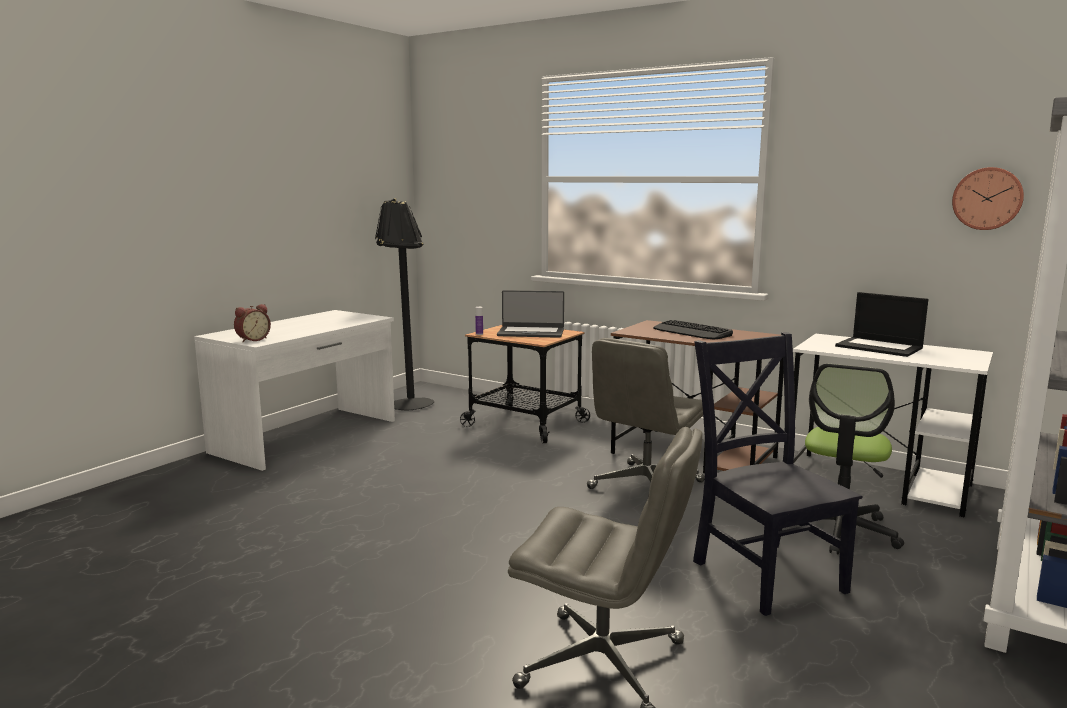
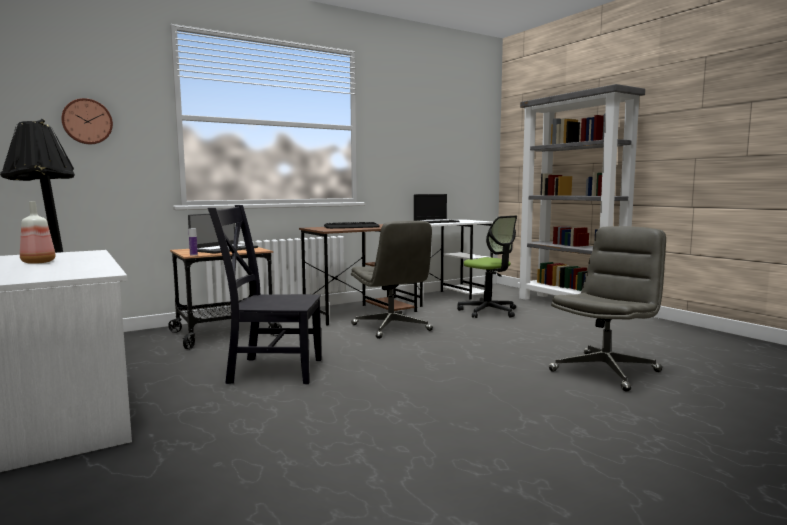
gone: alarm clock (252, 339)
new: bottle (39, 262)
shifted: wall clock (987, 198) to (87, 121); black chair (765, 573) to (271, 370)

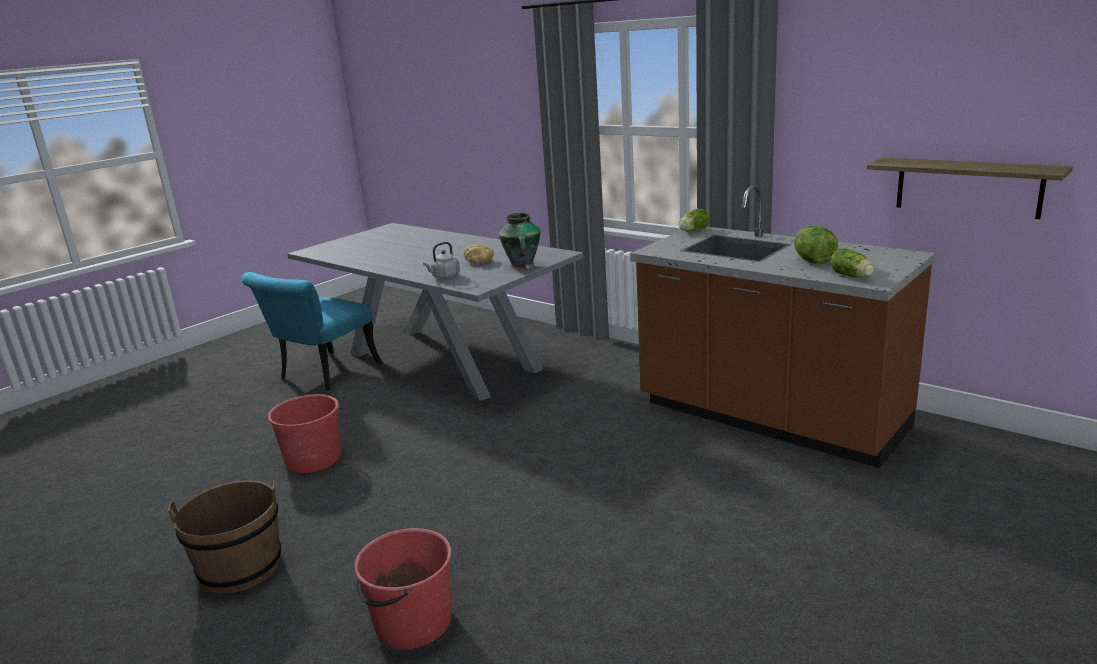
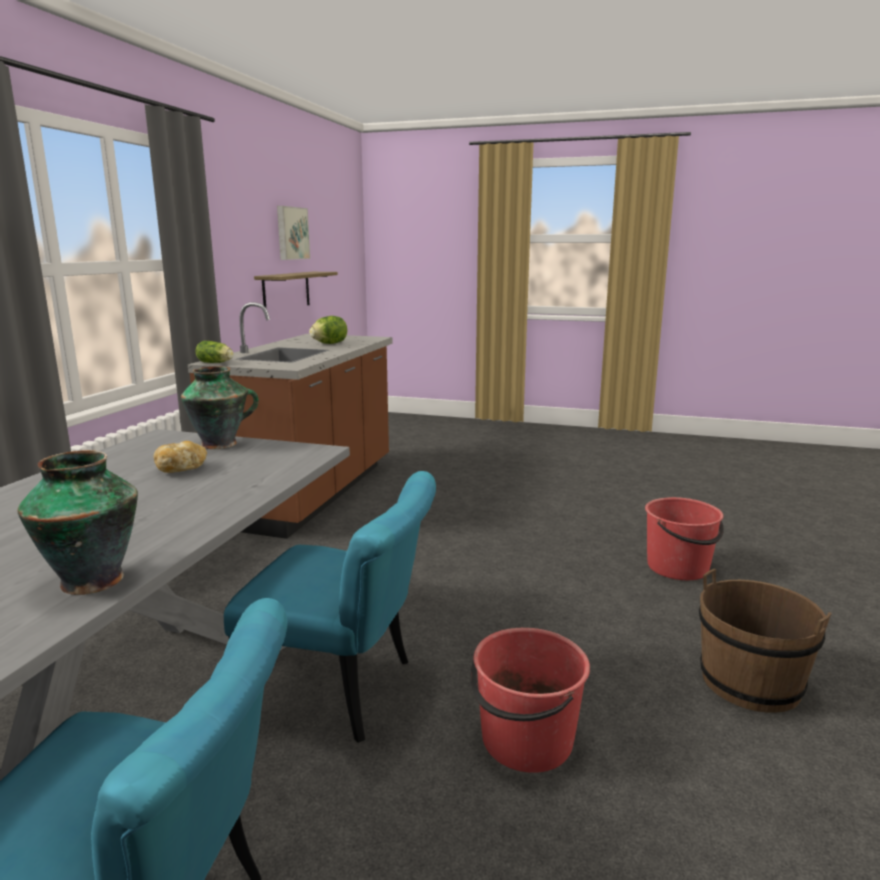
gone: grey kettle (444, 277); lettuce (852, 276)
new: vase (92, 579); turquoise chair (344, 690); picture (291, 233)

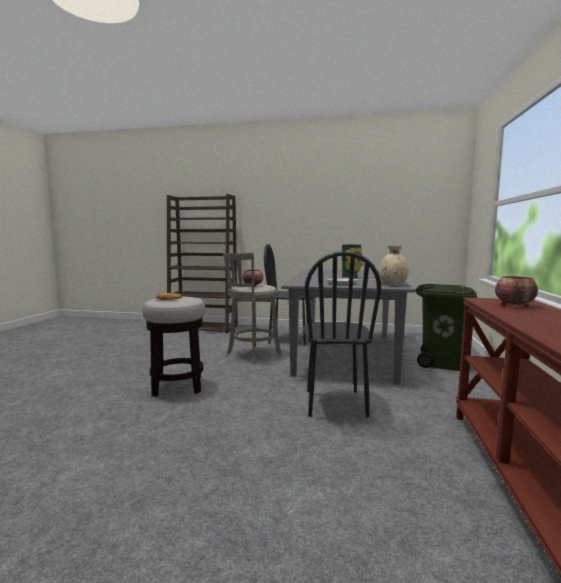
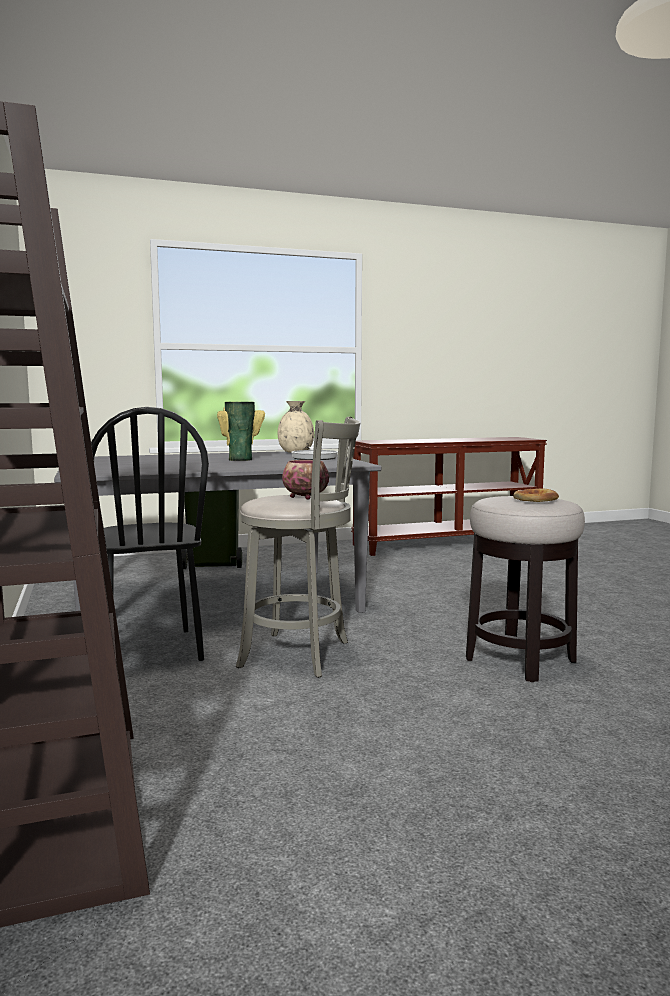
gone: black chair (335, 403); bowl (515, 305)

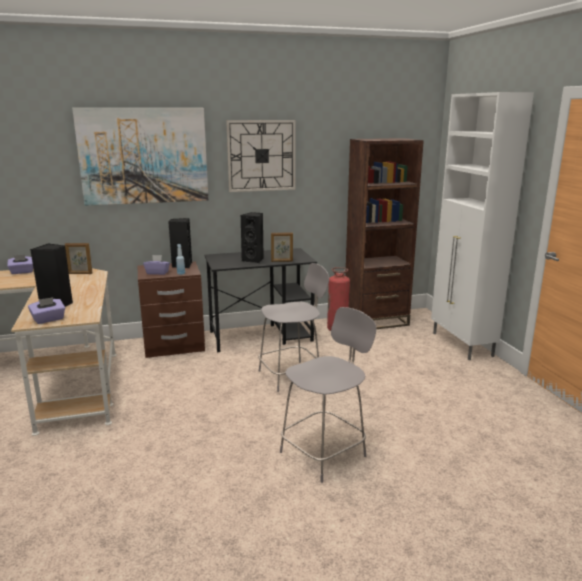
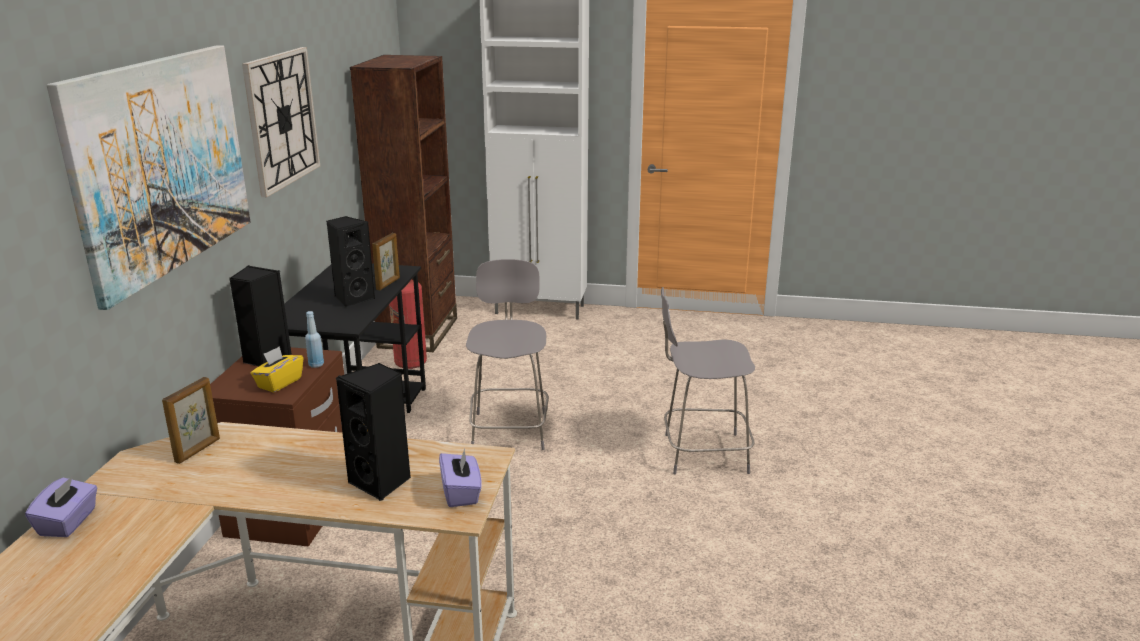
repainted: purple tissue box (157, 273) to yellow tissue box (279, 383)
rotated: grey chair (325, 453) = (702, 453) 75 degrees counterclockwise

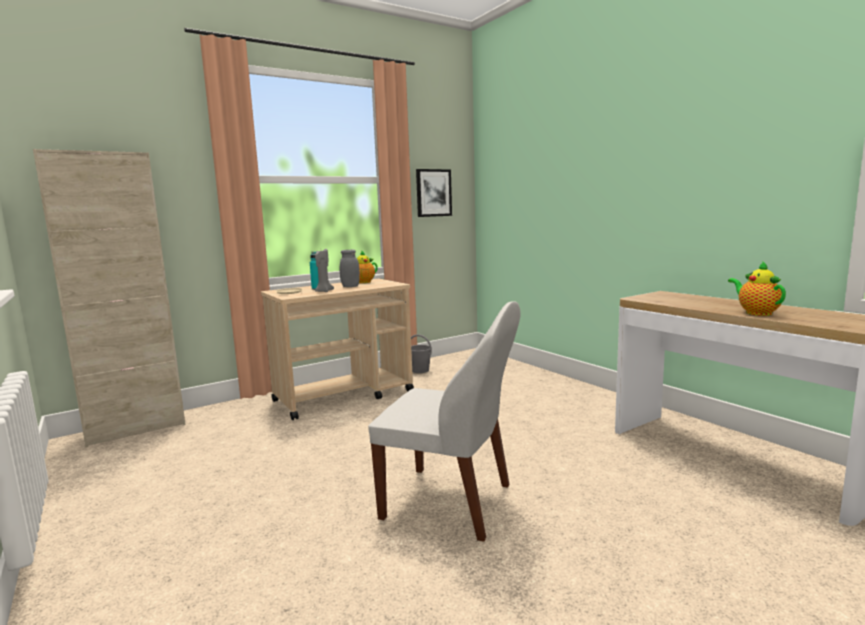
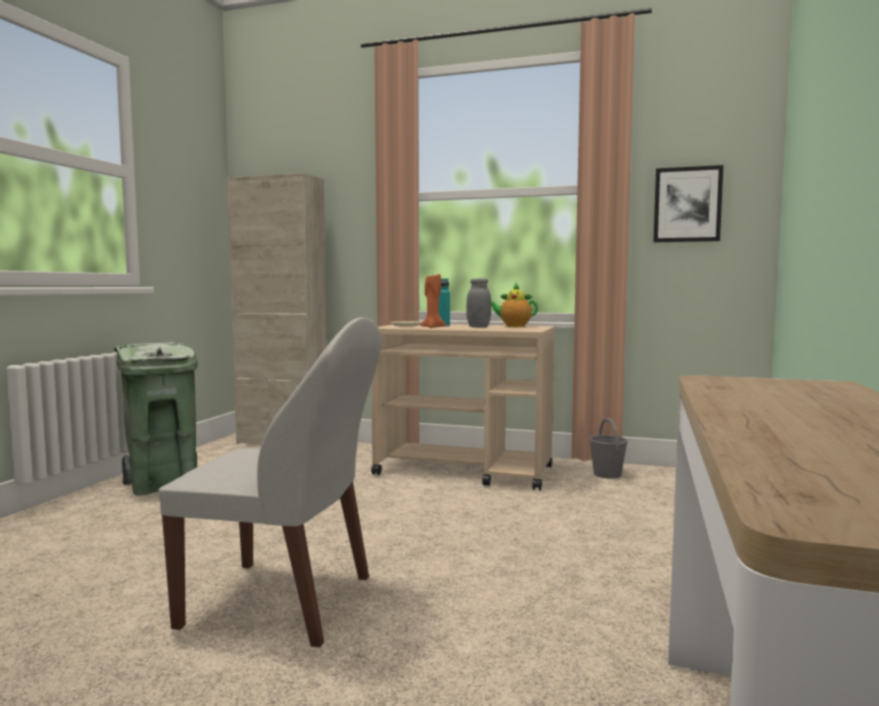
gone: teapot (756, 313)
new: green trash can (163, 484)
repainted: grey candle (323, 291) to orange candle (433, 327)
rotated: white chair (451, 503) = (283, 603) 60 degrees counterclockwise

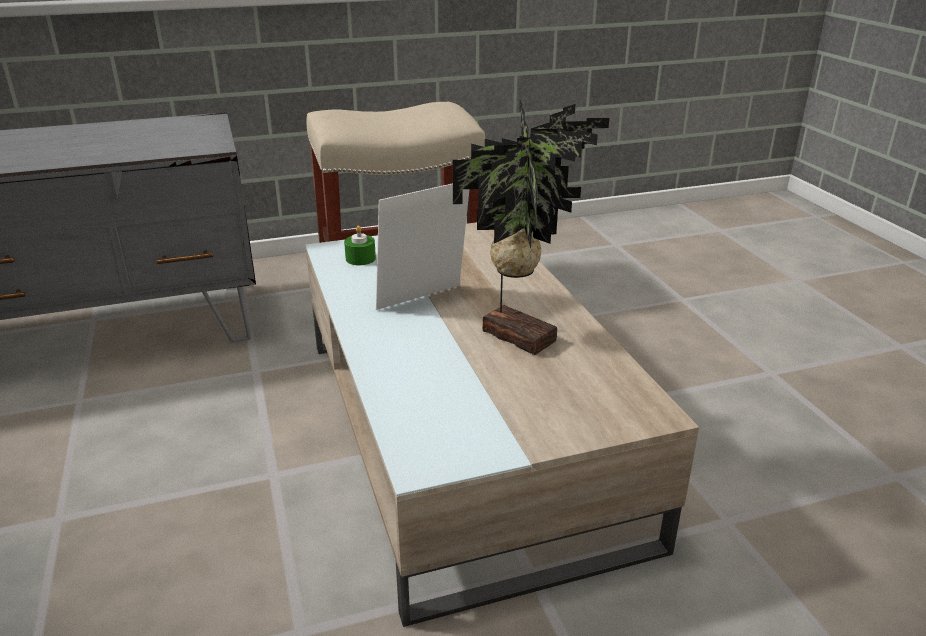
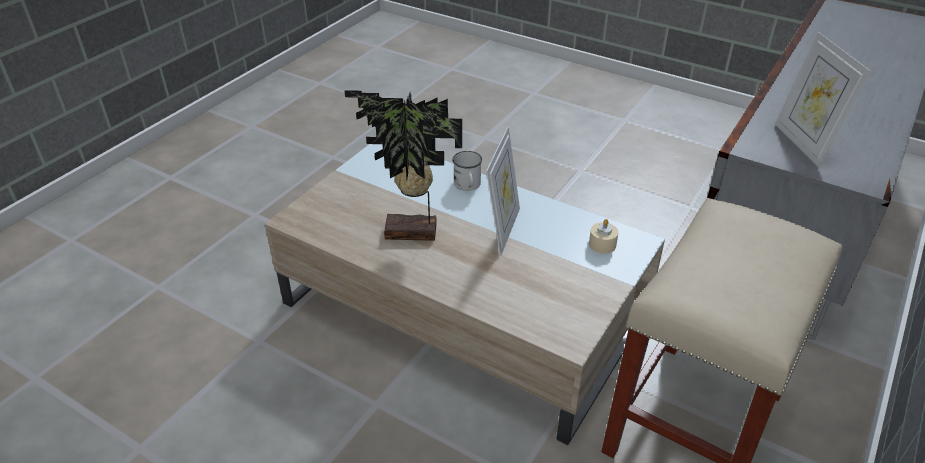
new: white mug (468, 186); picture frame (803, 144)
repainted: green candle (360, 258) to beige candle (602, 244)

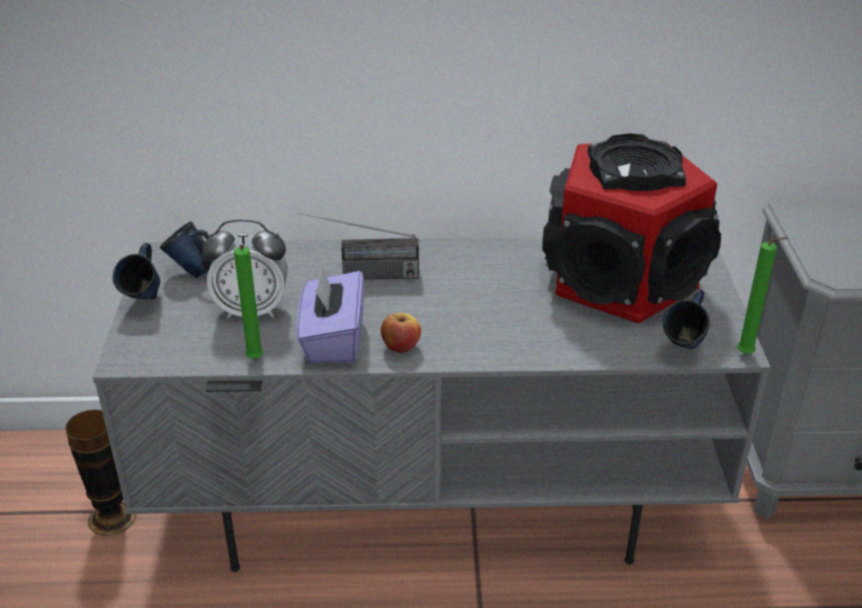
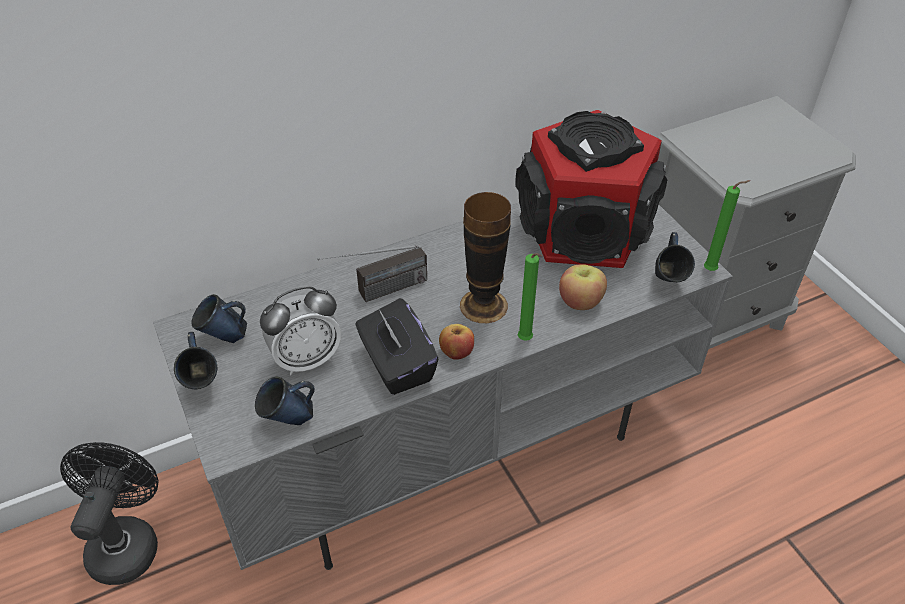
new: black fan (126, 541); blue mug (290, 421); apple (580, 301)
shifted: vase (112, 517) to (483, 305); green candle (255, 361) to (526, 341)
repainted: purple tissue box (333, 340) to black tissue box (397, 365)

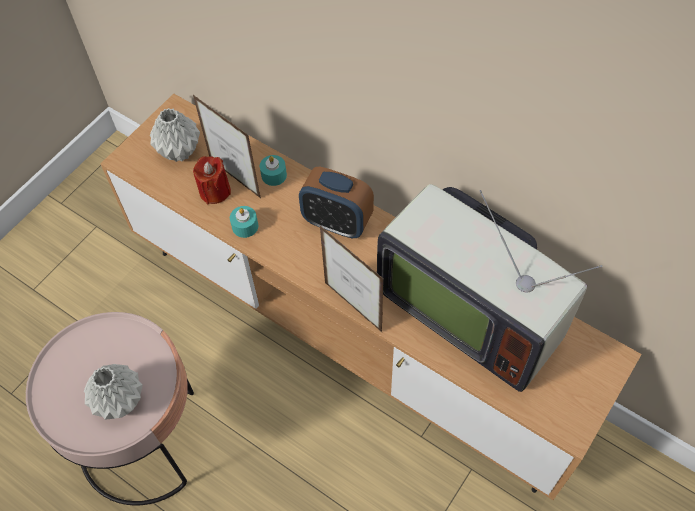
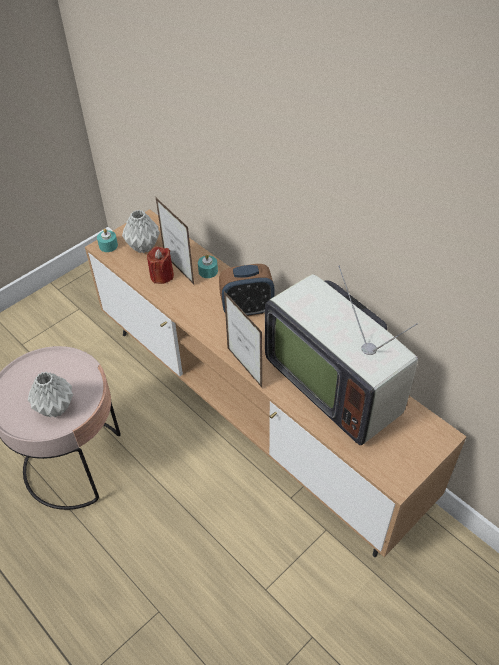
shifted: turquoise candle (245, 226) to (108, 245)
rotated: alarm clock (337, 222) = (247, 309) 45 degrees counterclockwise

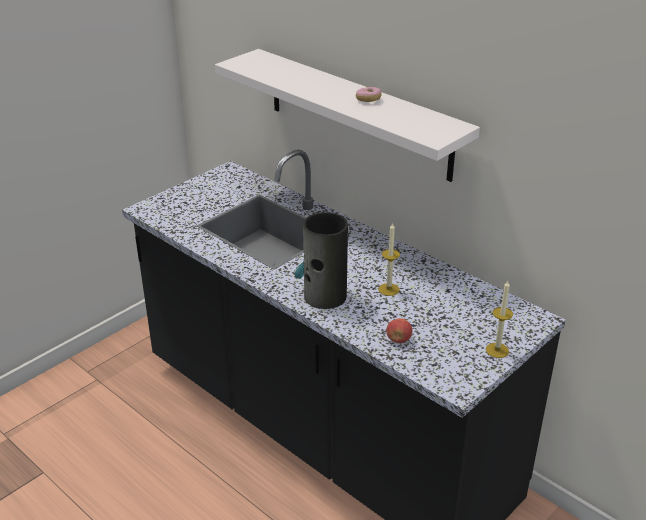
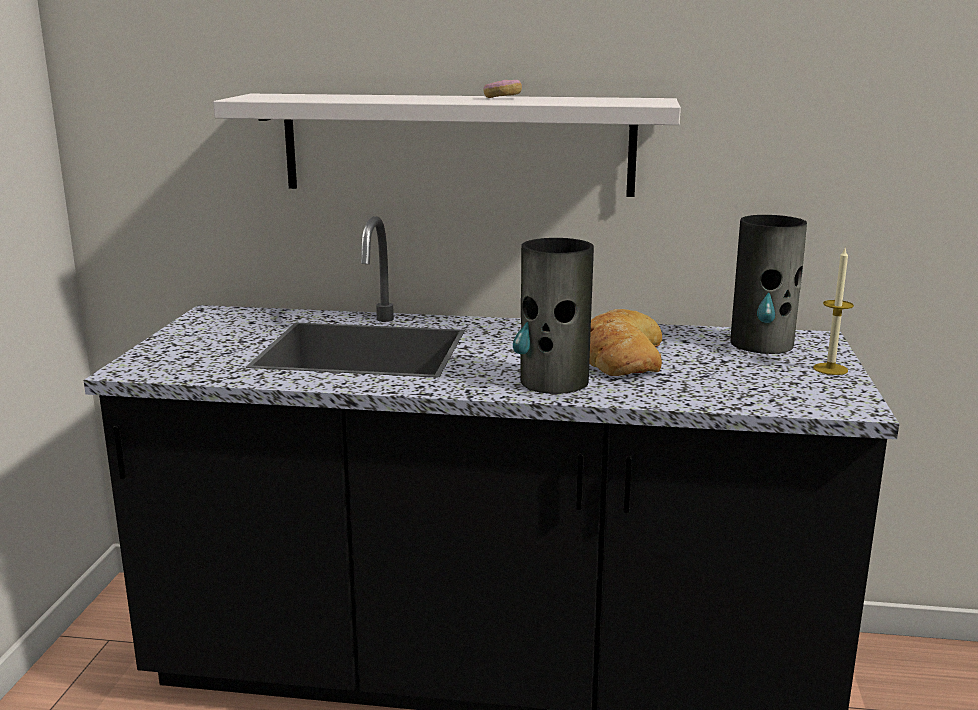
gone: apple (398, 339)
new: vase (762, 344)
swapped: candle (389, 289) to bread (619, 356)

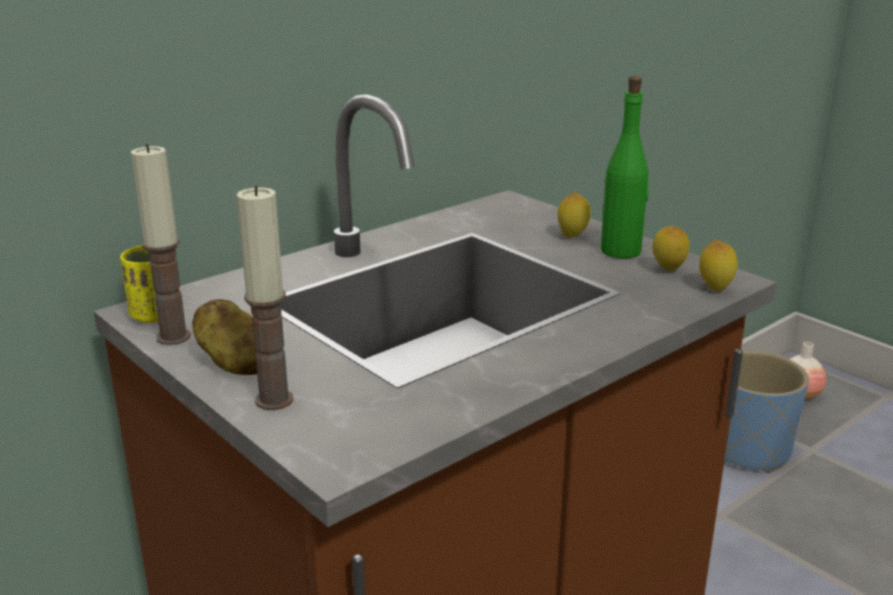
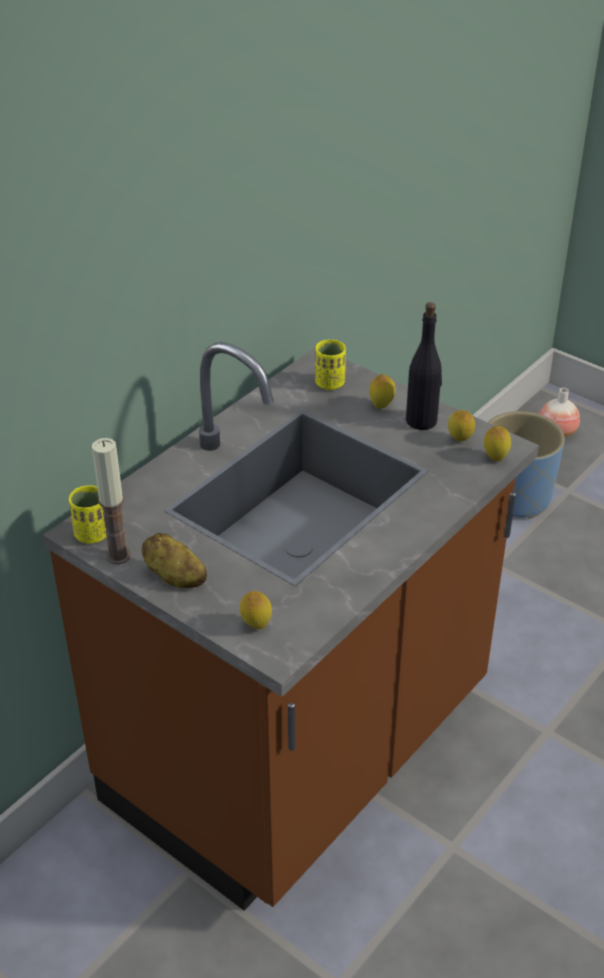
gone: candle (274, 400)
new: lemon (256, 625); yellow cup (330, 383)
repainted: green bottle (621, 251) to black bottle (422, 421)

